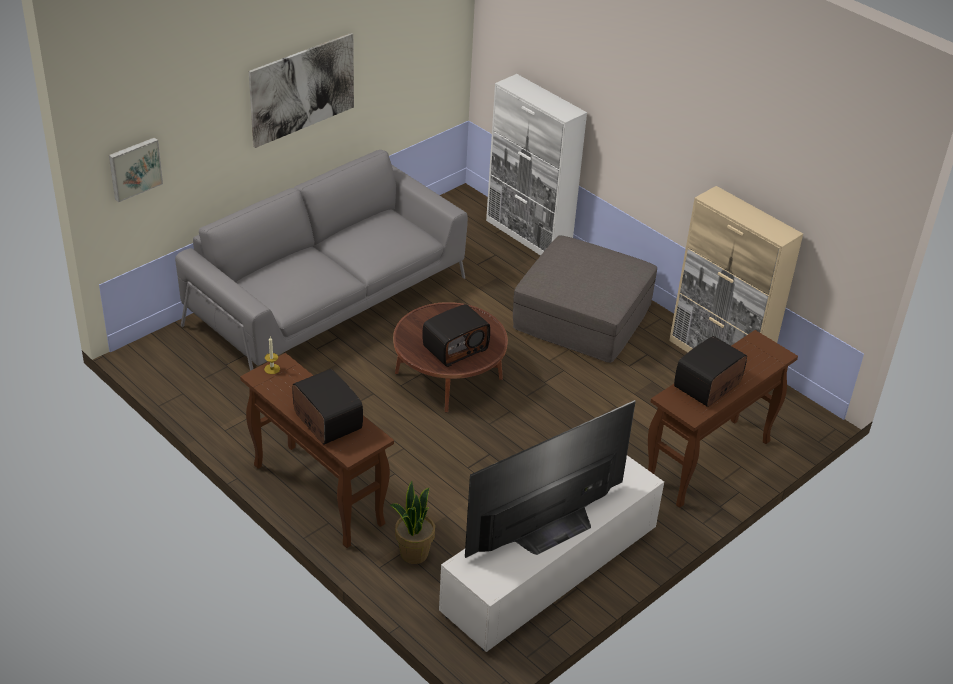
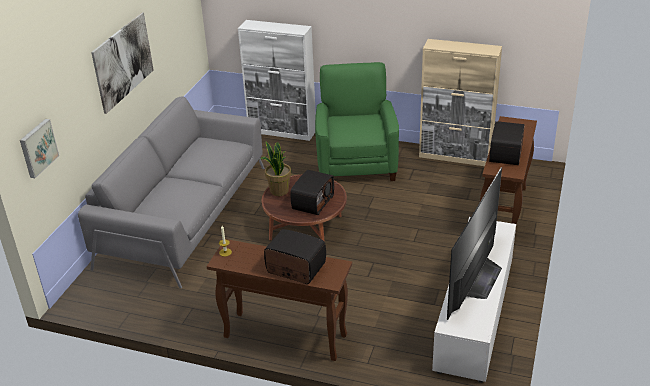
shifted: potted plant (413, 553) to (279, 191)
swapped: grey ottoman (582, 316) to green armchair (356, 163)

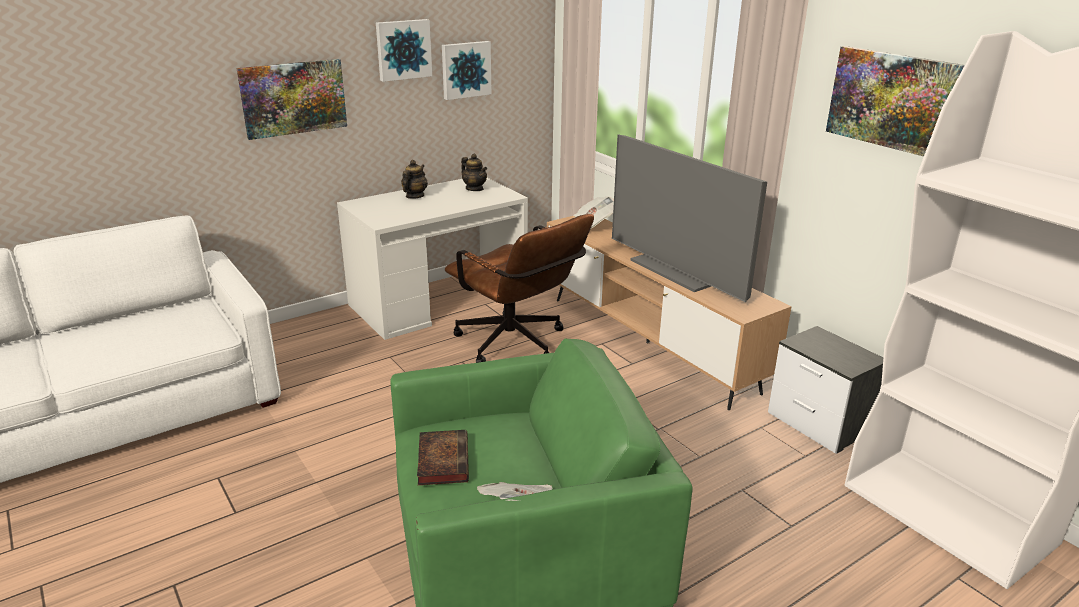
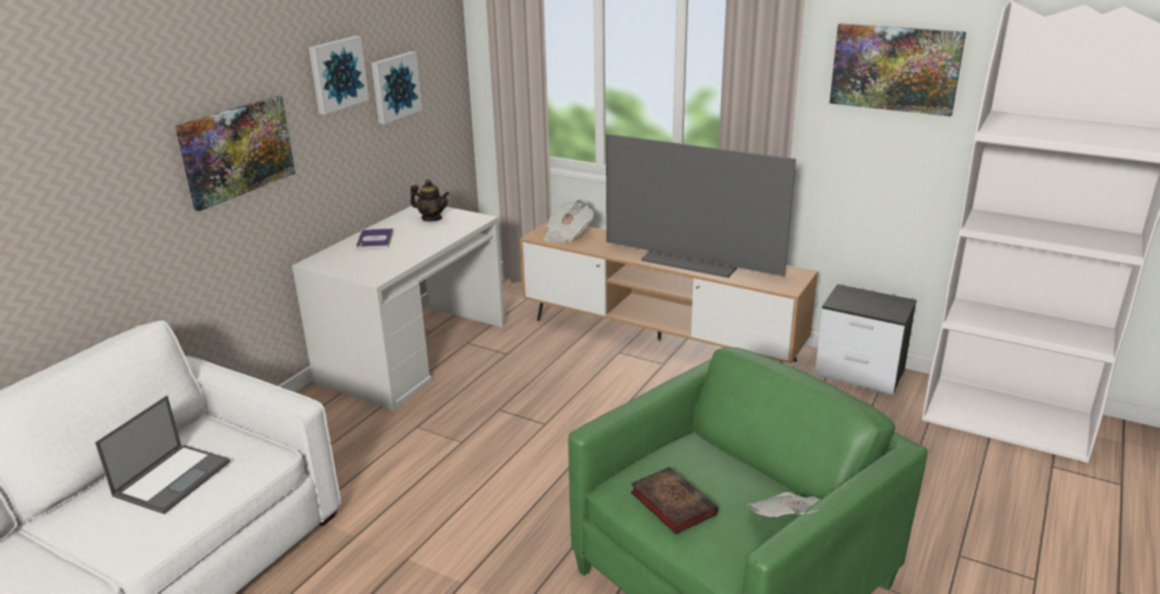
gone: brown office chair (517, 346)
new: laptop (173, 478)
swapped: teapot (414, 196) to book (375, 240)

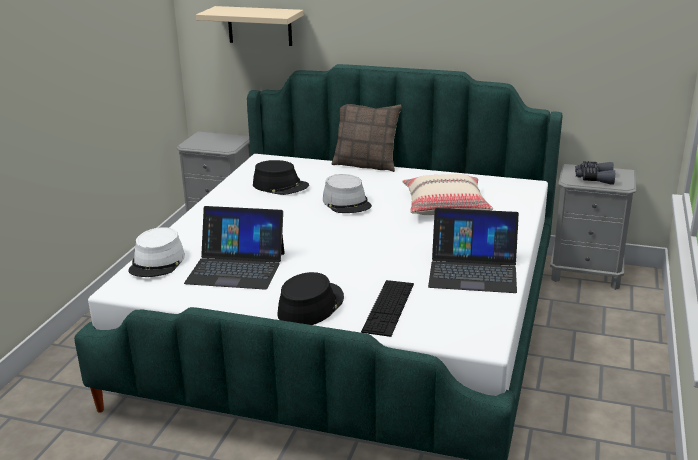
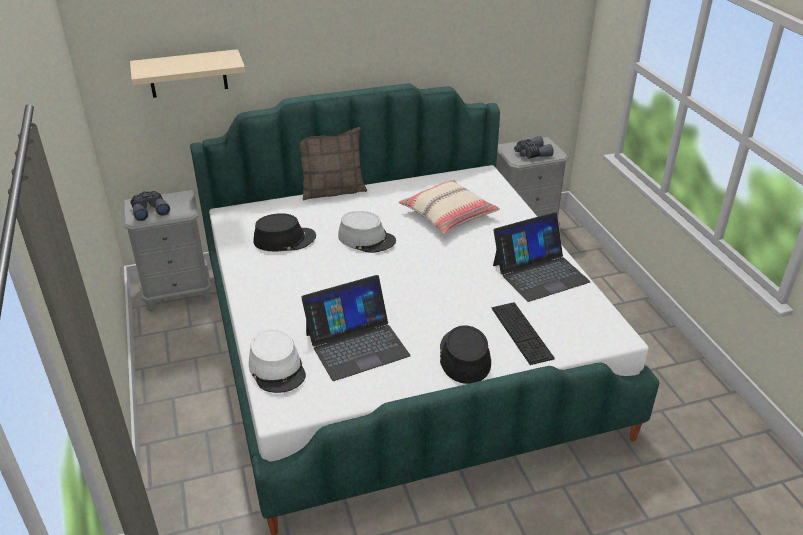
new: grey binoculars (149, 210)

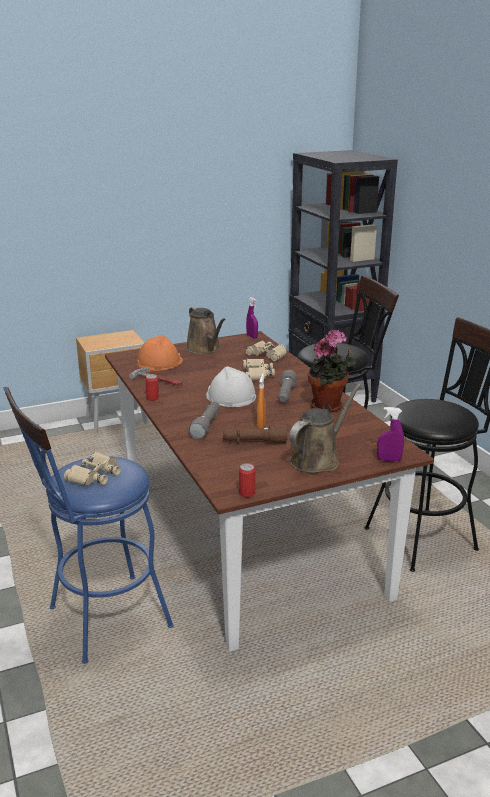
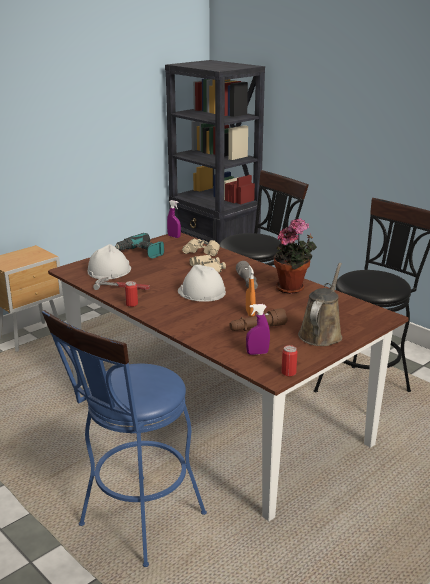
gone: beige binoculars (94, 475); grey flashlight (206, 425)
shifted: purple spray bottle (389, 460) to (257, 353)
swapped: brown watering can (205, 349) to power drill (141, 253)
repainted: orange hard hat (159, 362) to white hard hat (109, 270)

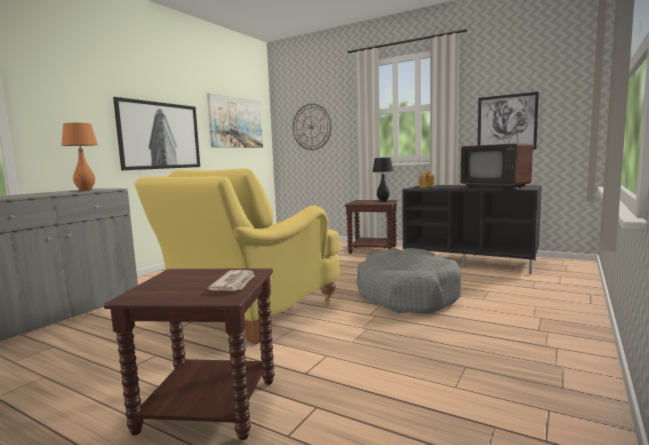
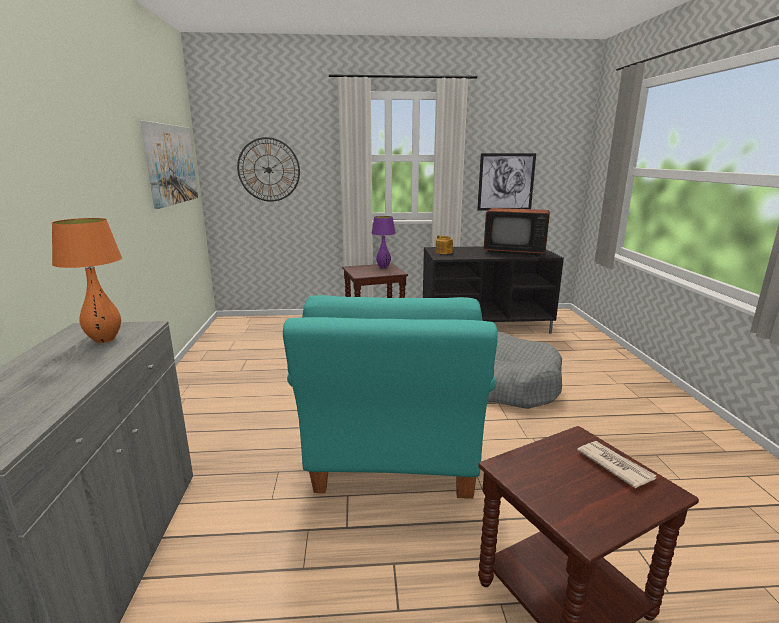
gone: picture (160, 136)
repainted: yellow armchair (249, 313) to turquoise armchair (393, 456); black table lamp (383, 201) to purple table lamp (383, 267)

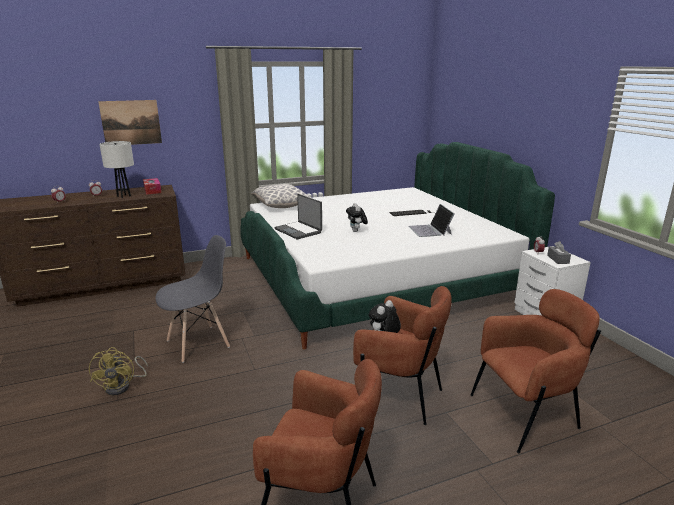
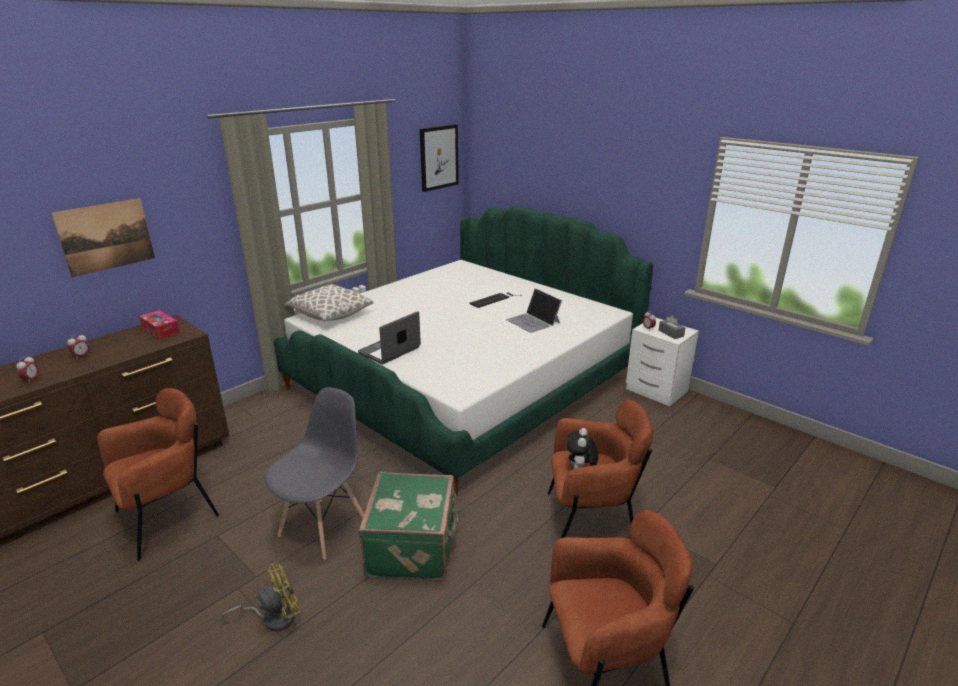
gone: white table lamp (124, 196); plush toy (356, 231)
new: green suitcase (414, 547); picture (438, 157)
shifted: brown armchair (526, 415) to (168, 517)
rotated: yellow fan (123, 386) = (273, 617) 90 degrees counterclockwise; laptop (299, 231) = (390, 351) 105 degrees clockwise

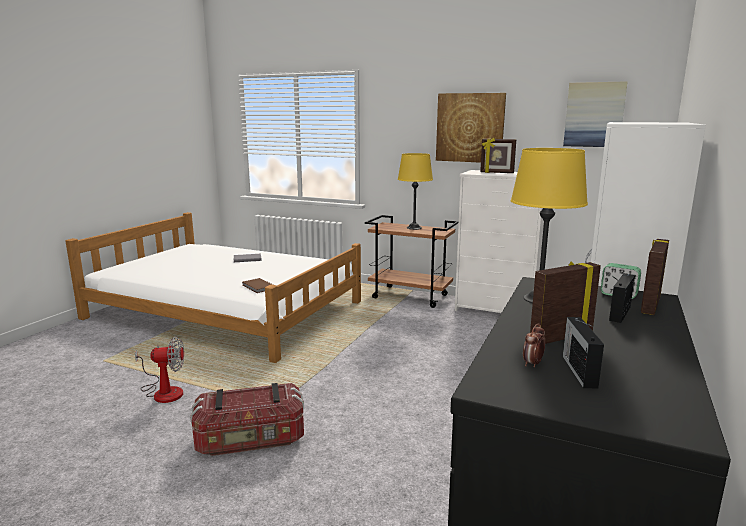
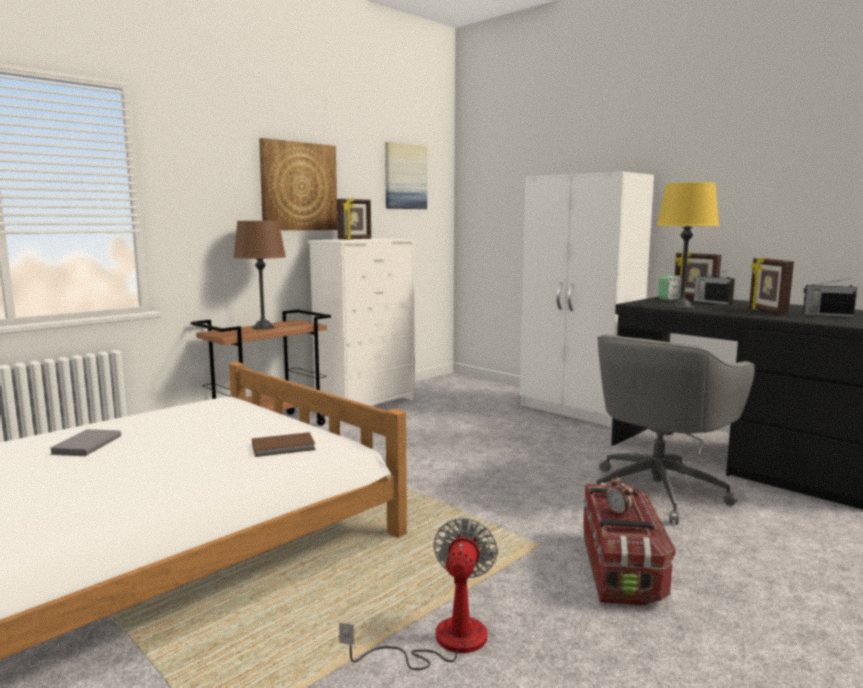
new: grey office chair (658, 491)
shifted: alarm clock (532, 364) to (619, 513)
repainted: yellow table lamp (414, 228) to brown table lamp (263, 327)

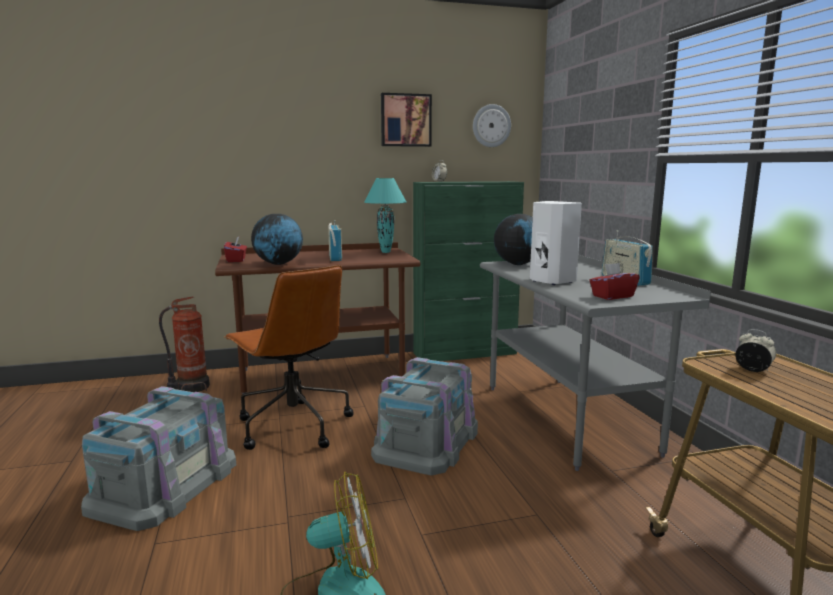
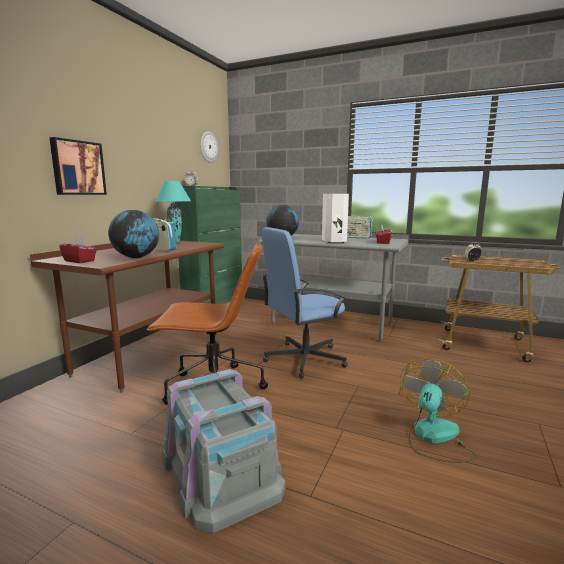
gone: fire extinguisher (191, 388)
shifted: picture (405, 120) to (77, 168)
swapped: grey storage box (426, 441) to blue office chair (303, 359)

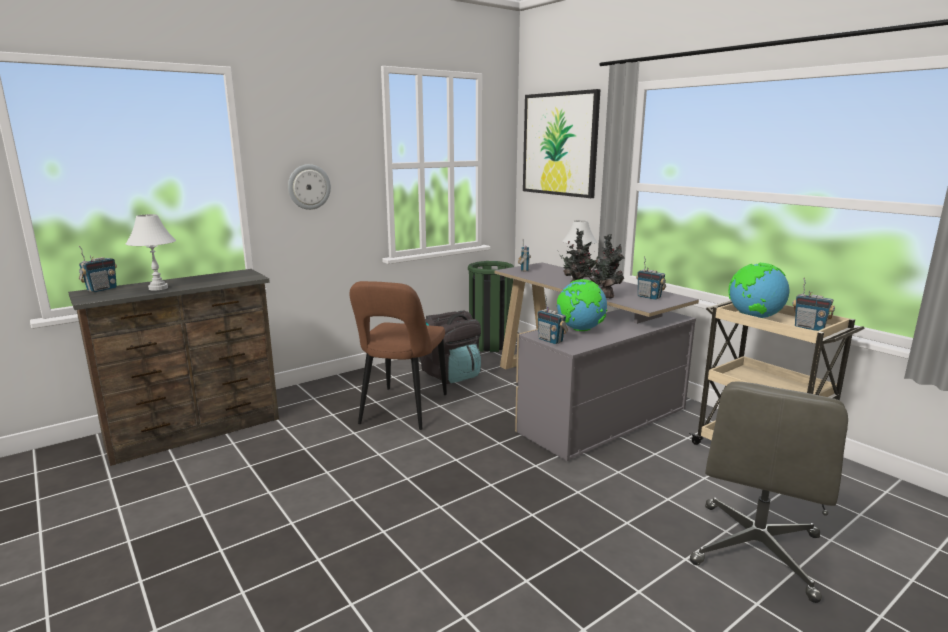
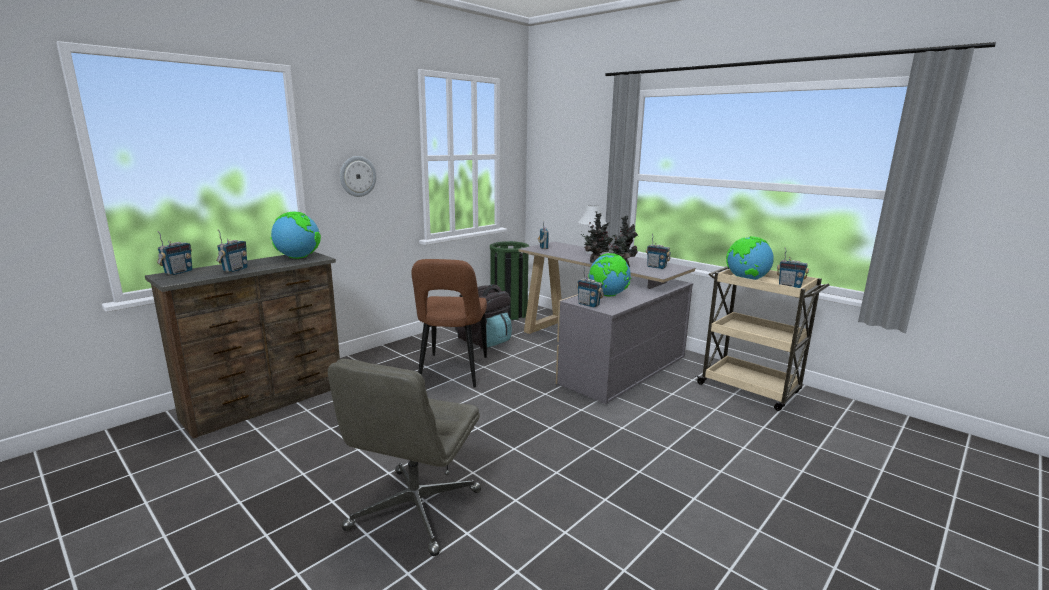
gone: picture (560, 144)
new: globe (298, 258)
shifted: grey office chair (756, 551) to (414, 511)
swapped: white table lamp (158, 288) to radio (235, 270)

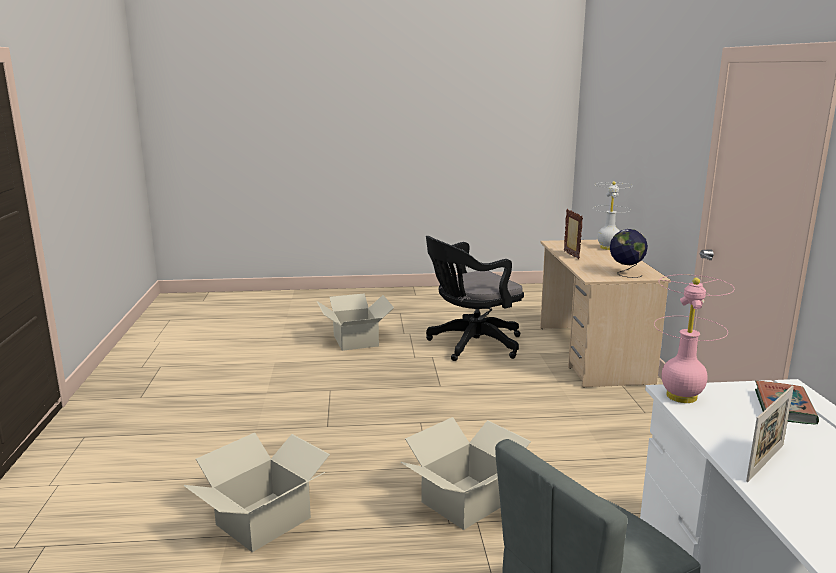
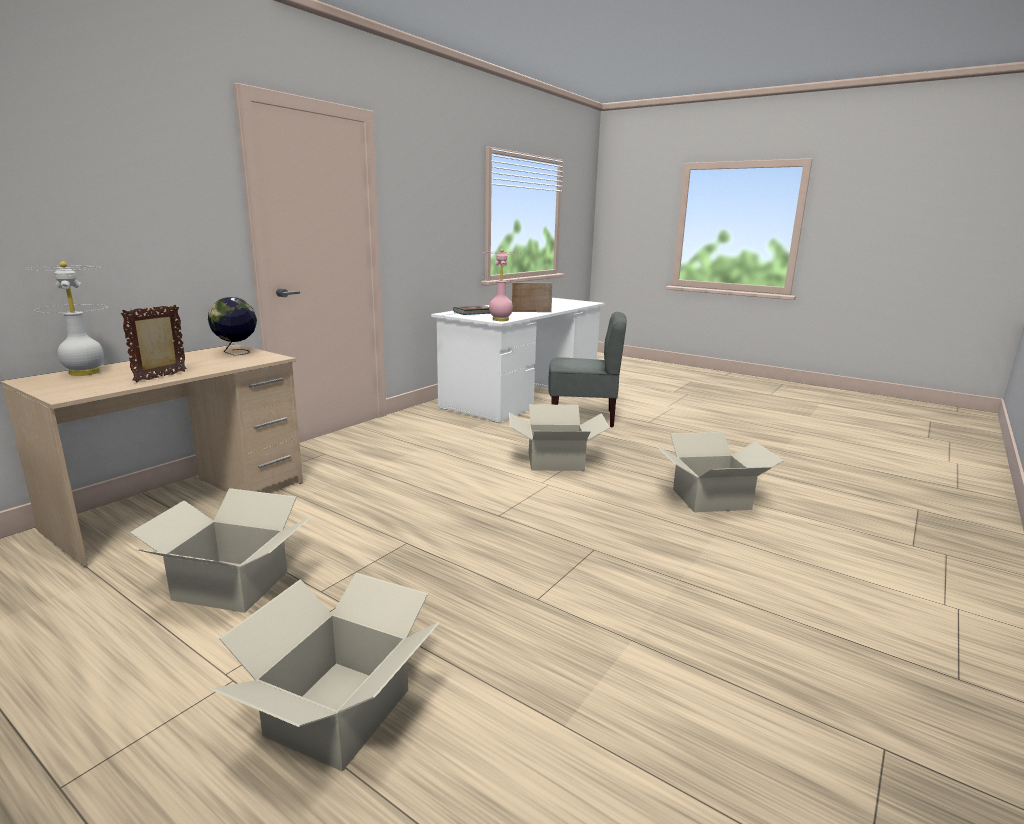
swapped: black office chair (471, 345) to cardboard box (231, 586)

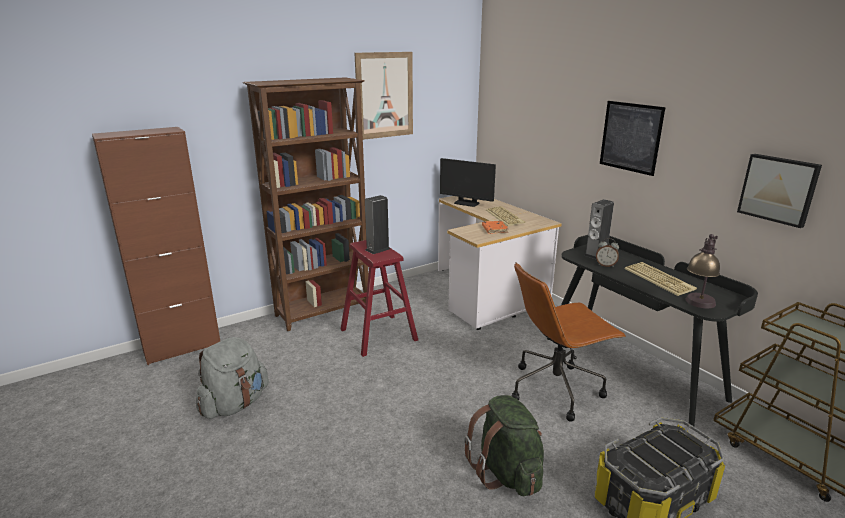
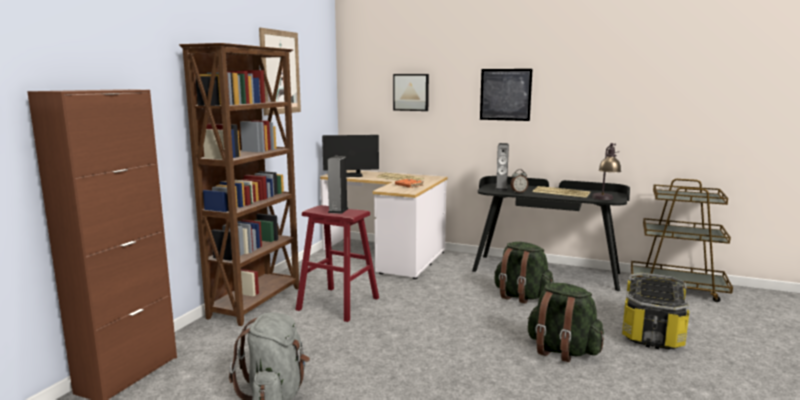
shifted: picture (778, 189) to (411, 92)
swapped: brown office chair (556, 389) to green backpack (521, 296)

